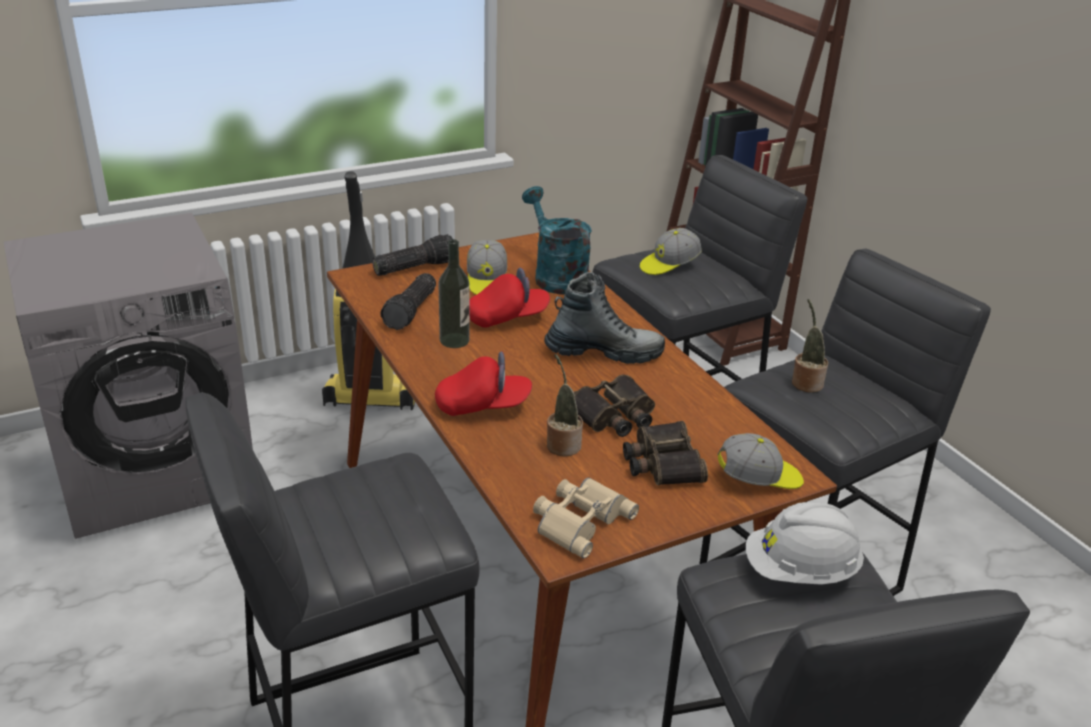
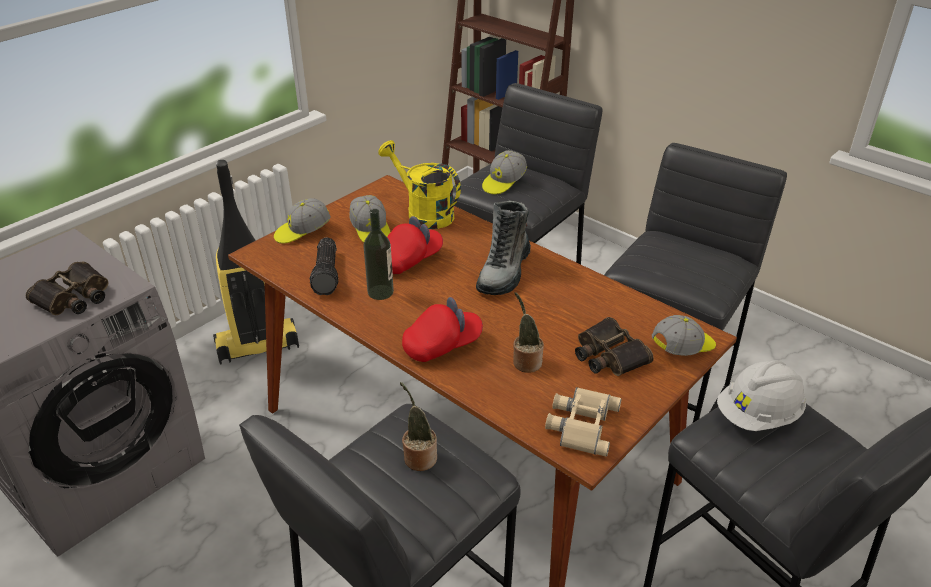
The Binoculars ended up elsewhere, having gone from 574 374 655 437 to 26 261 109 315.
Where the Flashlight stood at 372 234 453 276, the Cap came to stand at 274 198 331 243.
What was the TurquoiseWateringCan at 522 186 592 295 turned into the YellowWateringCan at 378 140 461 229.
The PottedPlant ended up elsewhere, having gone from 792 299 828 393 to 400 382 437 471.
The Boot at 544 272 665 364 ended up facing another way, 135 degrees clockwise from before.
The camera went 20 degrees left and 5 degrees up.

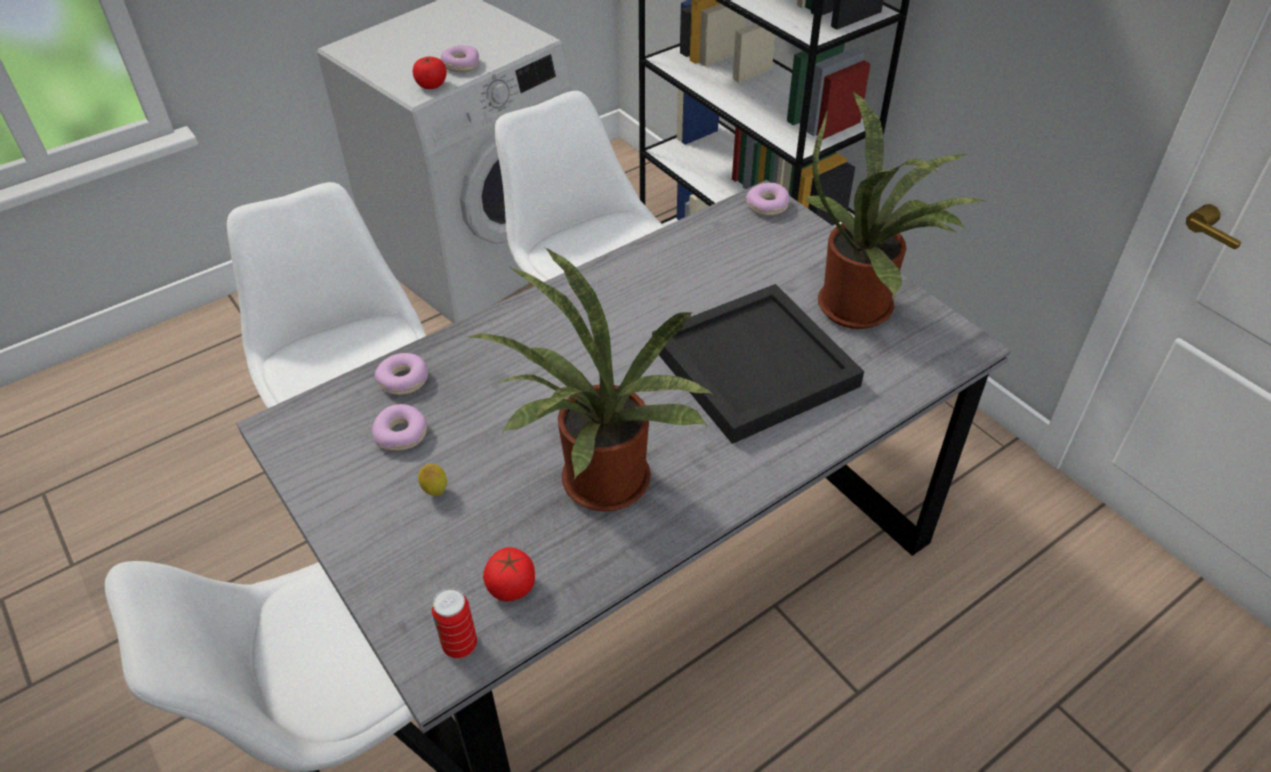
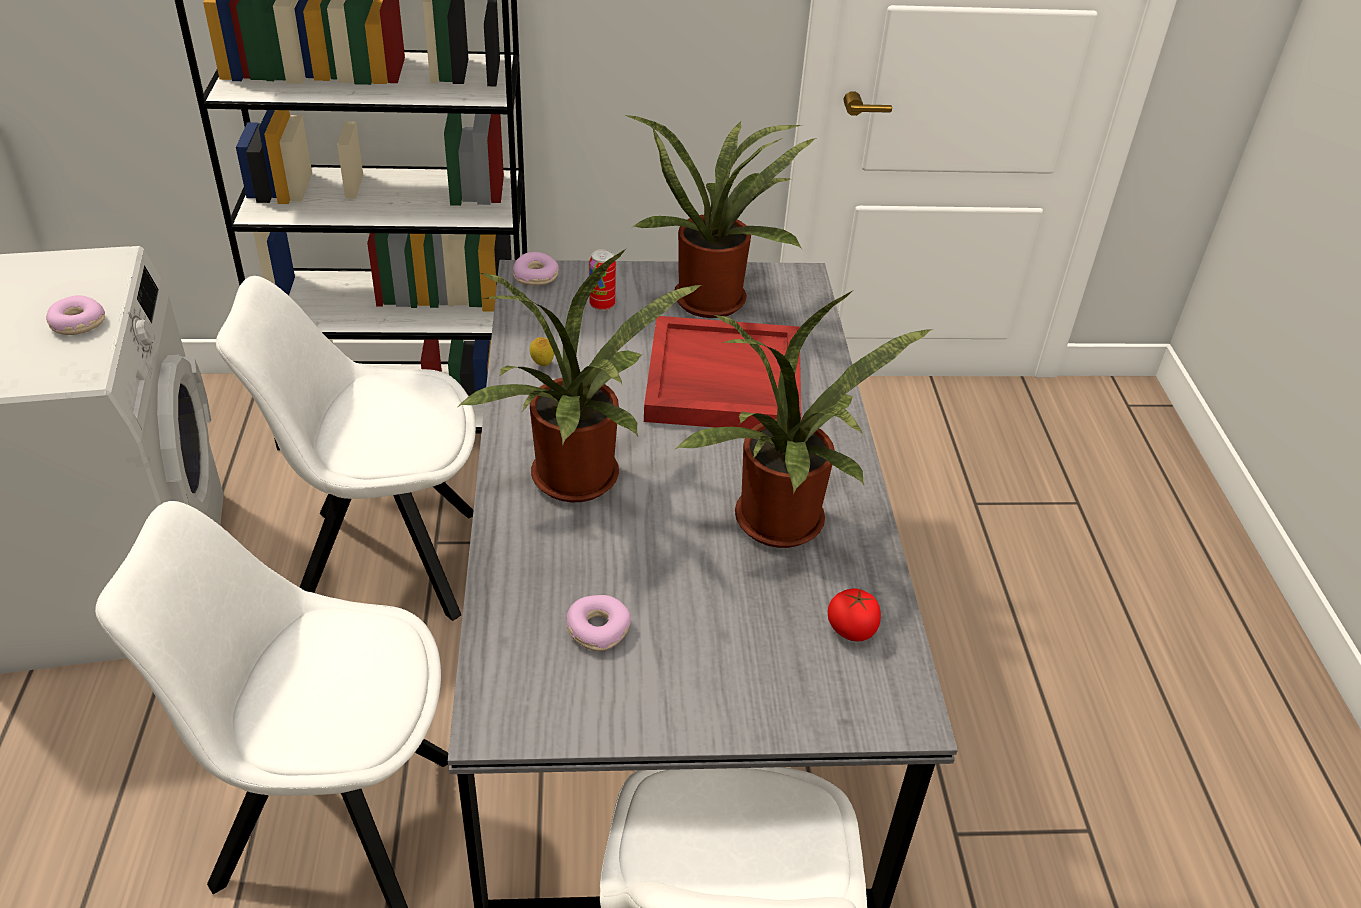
The second view gained the PottedPlant at 458 249 702 503.
The Lemon ended up elsewhere, having gone from 418 464 447 496 to 530 337 554 366.
The Can ended up elsewhere, having gone from 432 588 477 659 to 589 249 616 311.
What was the BlackTray at 652 284 864 444 turned into the RedTray at 644 316 801 429.
The second view lost the Donut at 375 353 428 395.
The second view lost the Tomato at 413 56 447 89.
The camera went 60 degrees left and 5 degrees down.

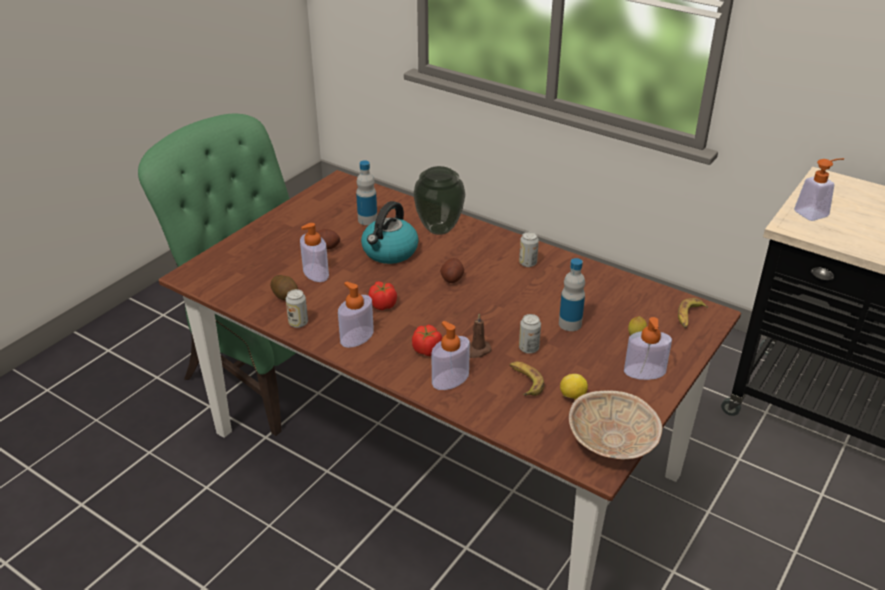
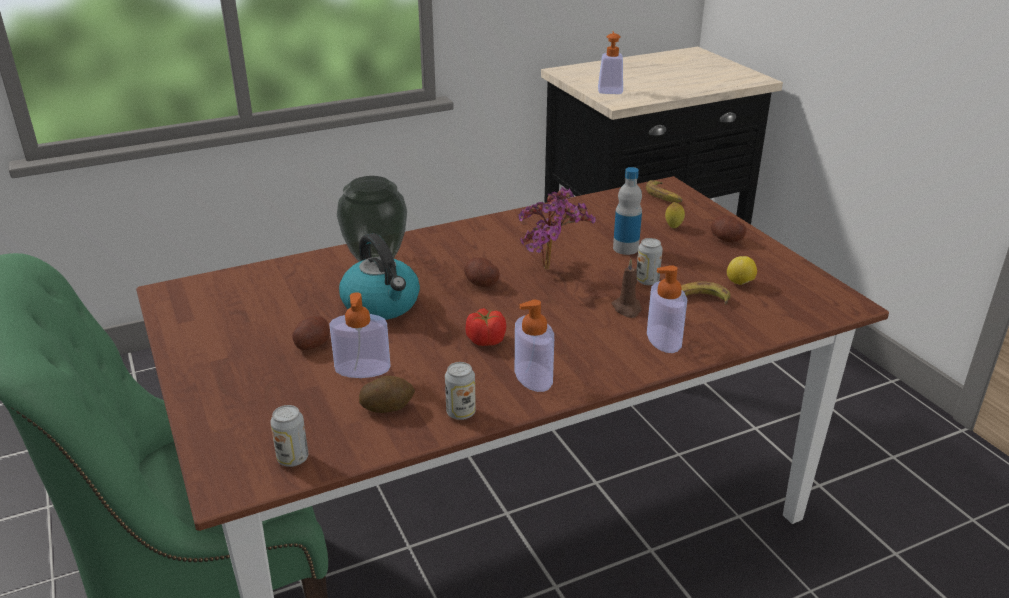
The Can ended up elsewhere, having gone from 519 232 539 267 to 270 405 308 467.
The second view gained the PottedPlant at 519 187 595 270.
Where the SoapDispenser stood at 624 317 672 380, the Potato came to stand at 711 216 746 243.
The second view lost the Bottle at 356 160 377 225.
The second view lost the Tomato at 412 325 442 356.
The second view lost the BeigeBowl at 569 391 662 459.
The camera went 60 degrees left and 5 degrees down.

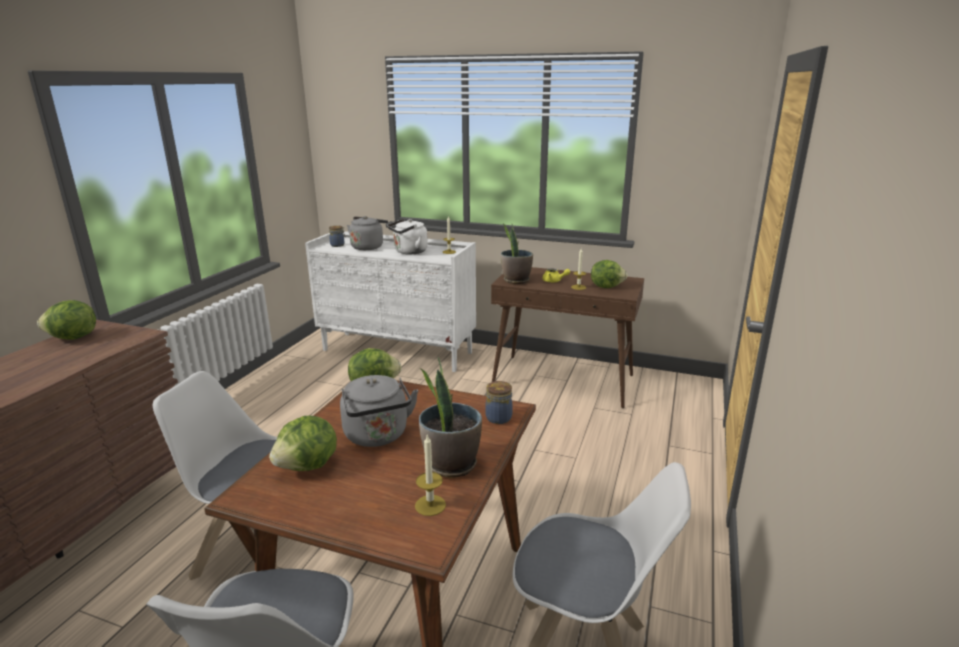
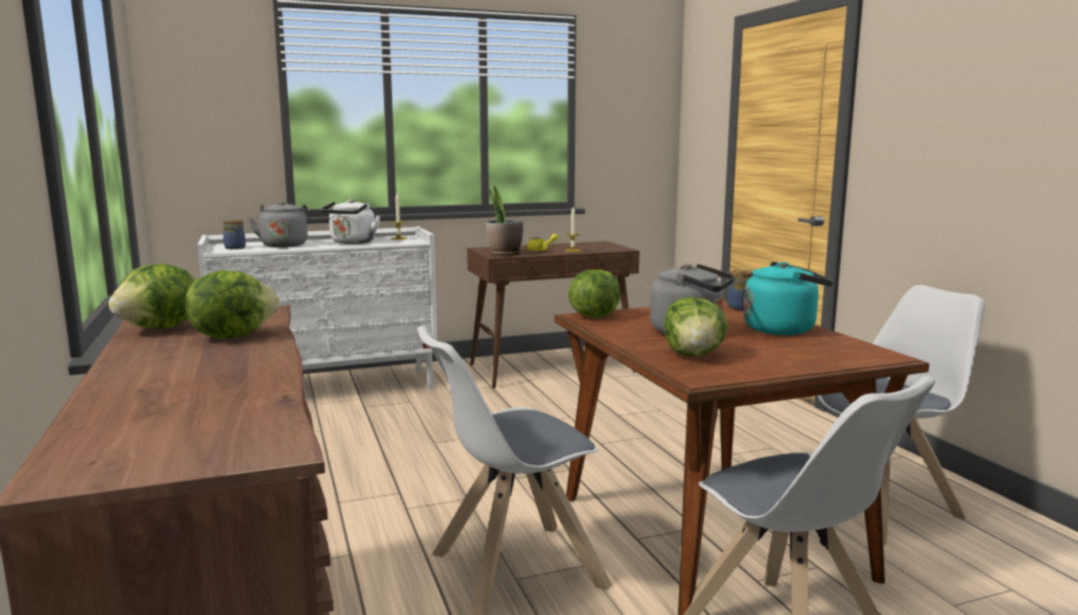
The Lettuce ended up elsewhere, having gone from 591 260 627 288 to 185 270 280 339.
Where the PottedPlant stood at 419 357 482 478, the TurquoiseKettle came to stand at 744 262 833 335.
The second view lost the Candle at 415 435 446 516.
The camera went 40 degrees left and 10 degrees down.

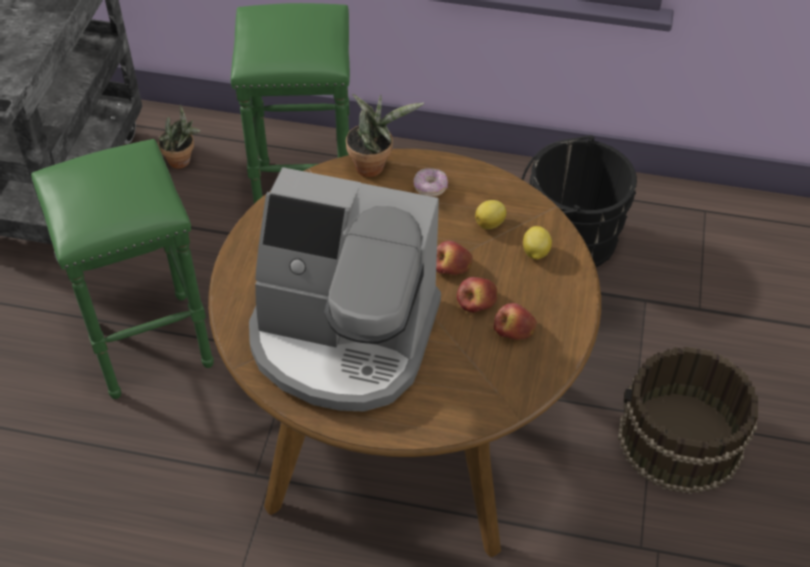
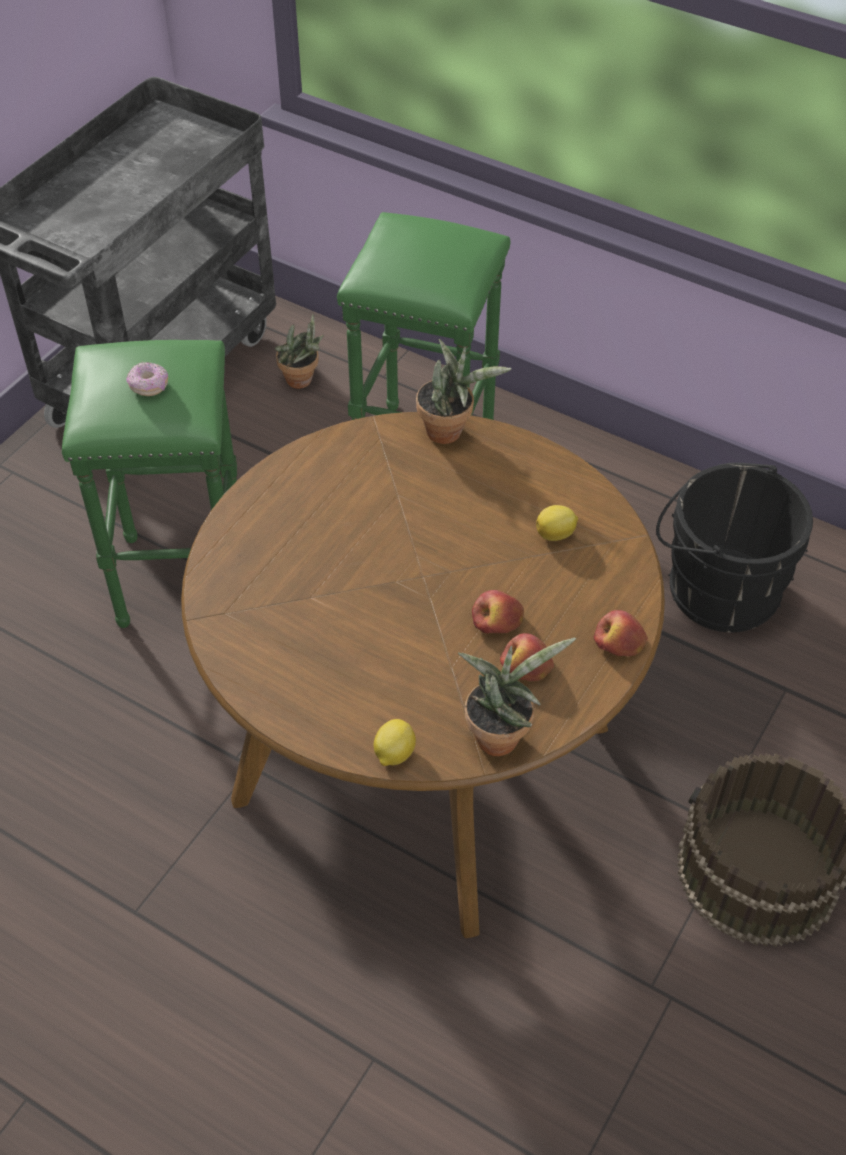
The Donut ended up elsewhere, having gone from 413 168 448 197 to 126 362 168 396.
The Lemon ended up elsewhere, having gone from 523 226 552 260 to 374 719 416 766.
The second view gained the PottedPlant at 458 637 576 756.
The Apple ended up elsewhere, having gone from 436 241 473 275 to 594 610 648 656.
The second view lost the CoffeeMachine at 249 167 441 411.
The camera went 20 degrees right and 0 degrees up.

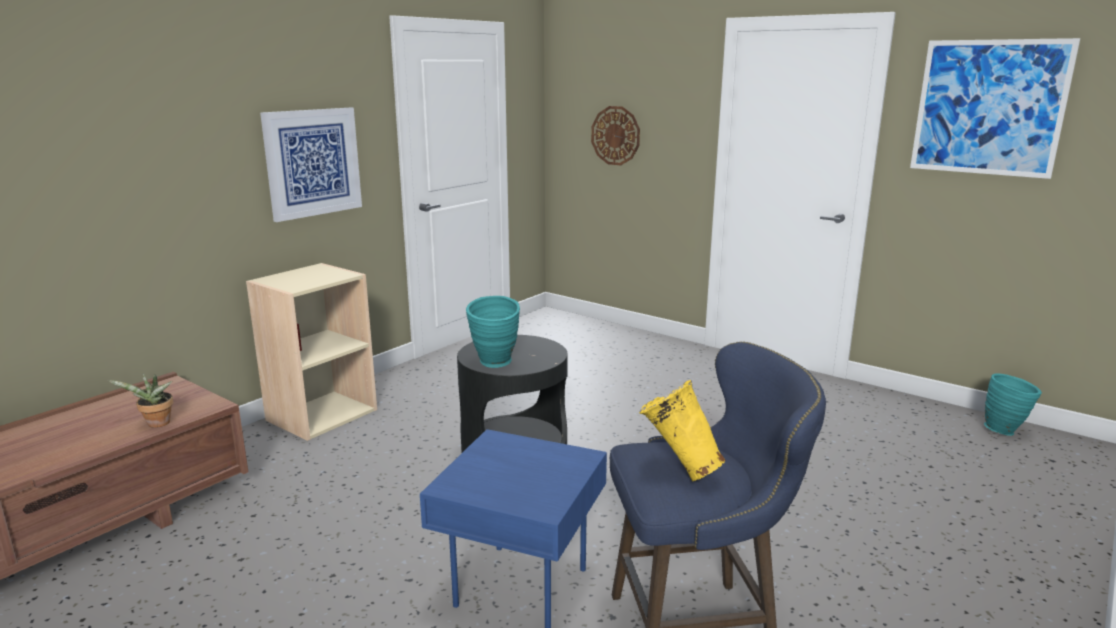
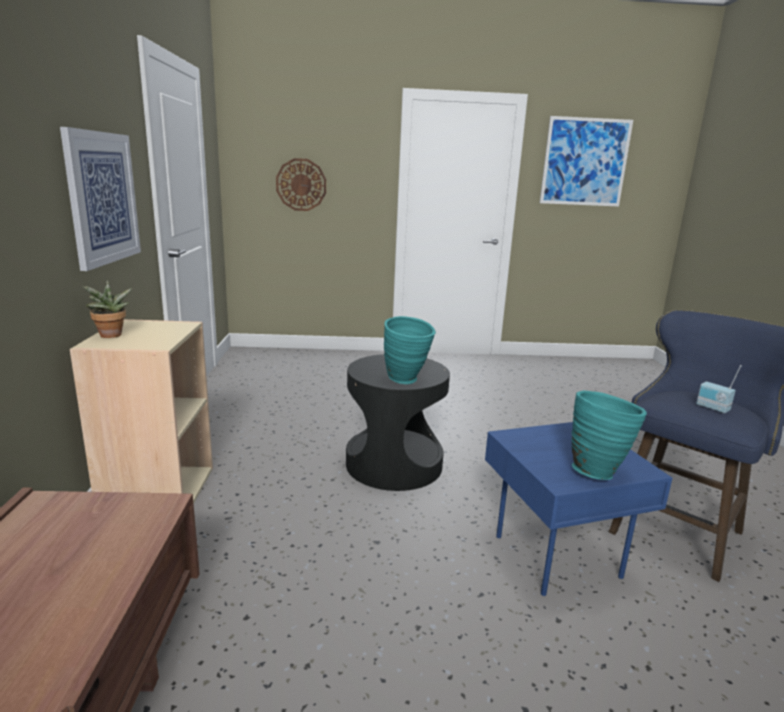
The PottedPlant ended up elsewhere, having gone from 108 373 174 428 to 82 280 132 338.
The TurquoiseVase ended up elsewhere, having gone from 984 373 1042 436 to 571 391 647 480.
Where the YellowVase stood at 639 380 725 481, the Radio came to stand at 696 365 742 413.
The camera went 40 degrees left and 0 degrees up.

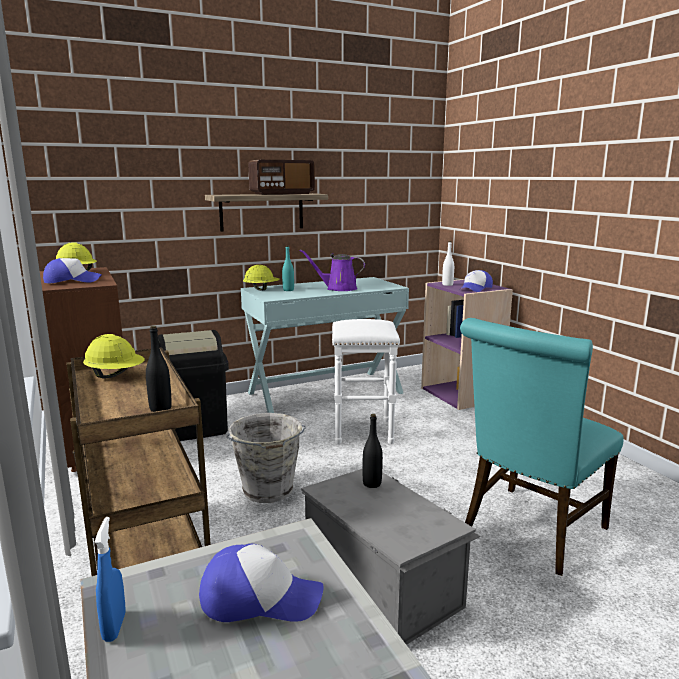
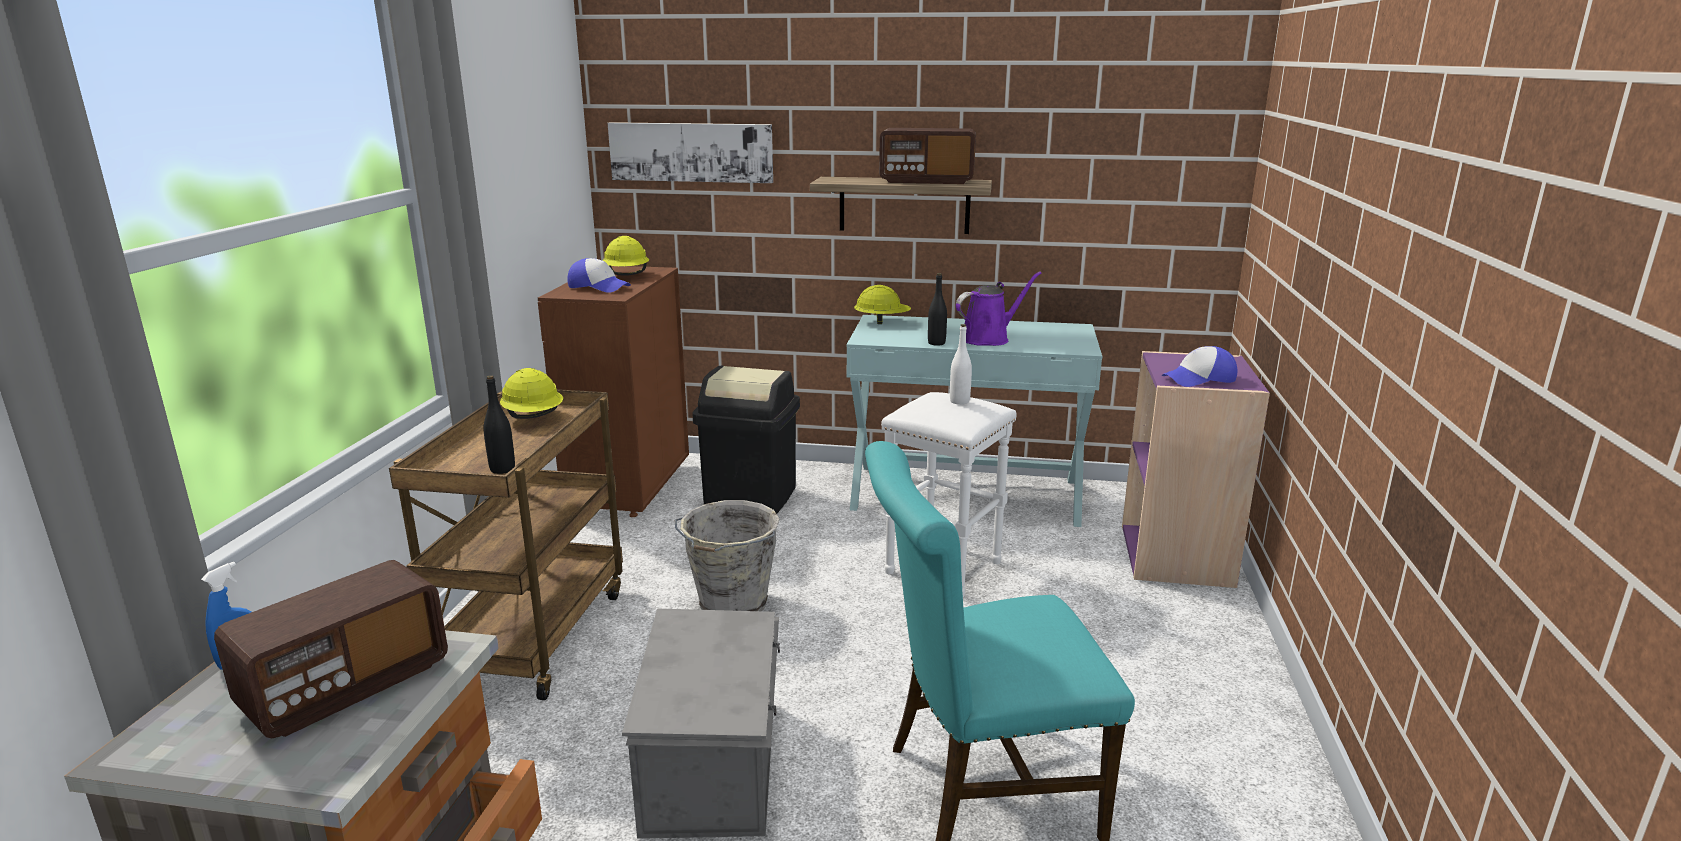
Where the Cap stood at 199 544 323 622, the Radio came to stand at 214 560 448 738.
The second view gained the Picture at 608 122 773 183.
The BlackBottle ended up elsewhere, having gone from 363 414 383 488 to 928 273 947 346.
The WhiteBottle ended up elsewhere, having gone from 442 241 454 286 to 950 324 972 405.
The PurpleWateringCan at 299 249 365 291 ended up facing another way, 105 degrees clockwise from before.
The second view lost the TurquoiseBottle at 282 246 294 291.
The camera went 35 degrees right and 5 degrees up.

